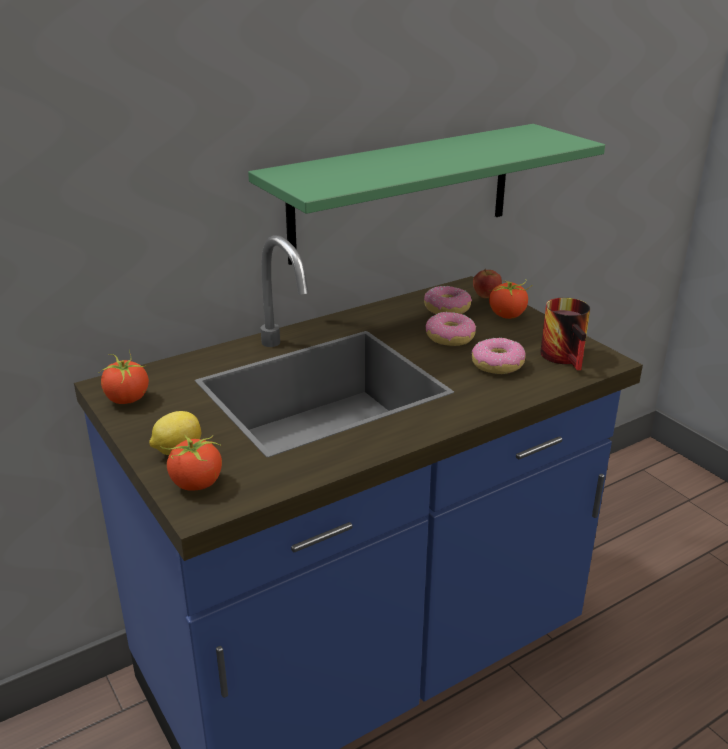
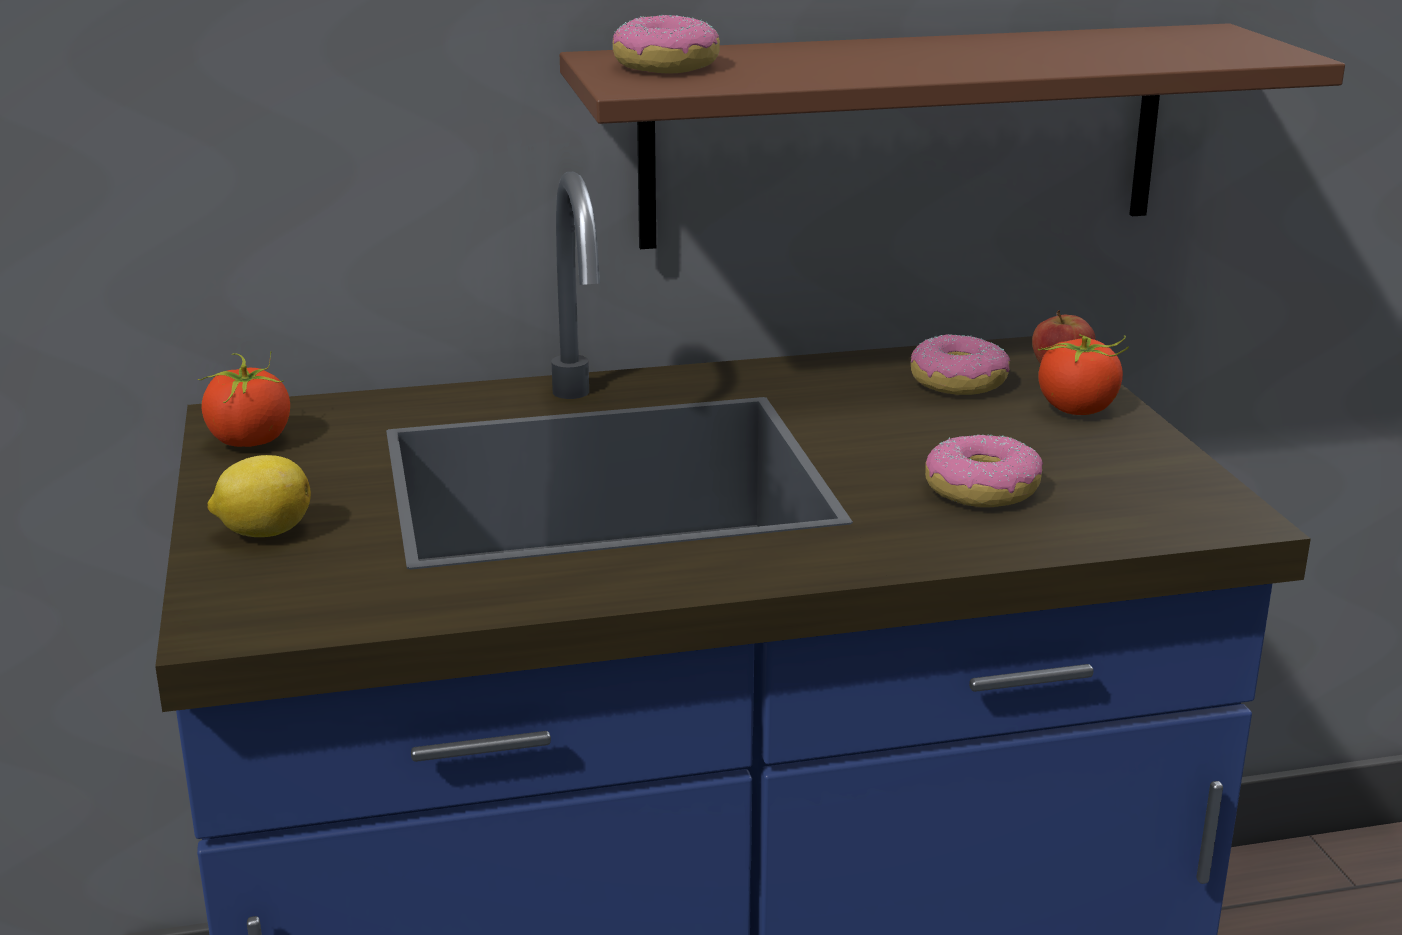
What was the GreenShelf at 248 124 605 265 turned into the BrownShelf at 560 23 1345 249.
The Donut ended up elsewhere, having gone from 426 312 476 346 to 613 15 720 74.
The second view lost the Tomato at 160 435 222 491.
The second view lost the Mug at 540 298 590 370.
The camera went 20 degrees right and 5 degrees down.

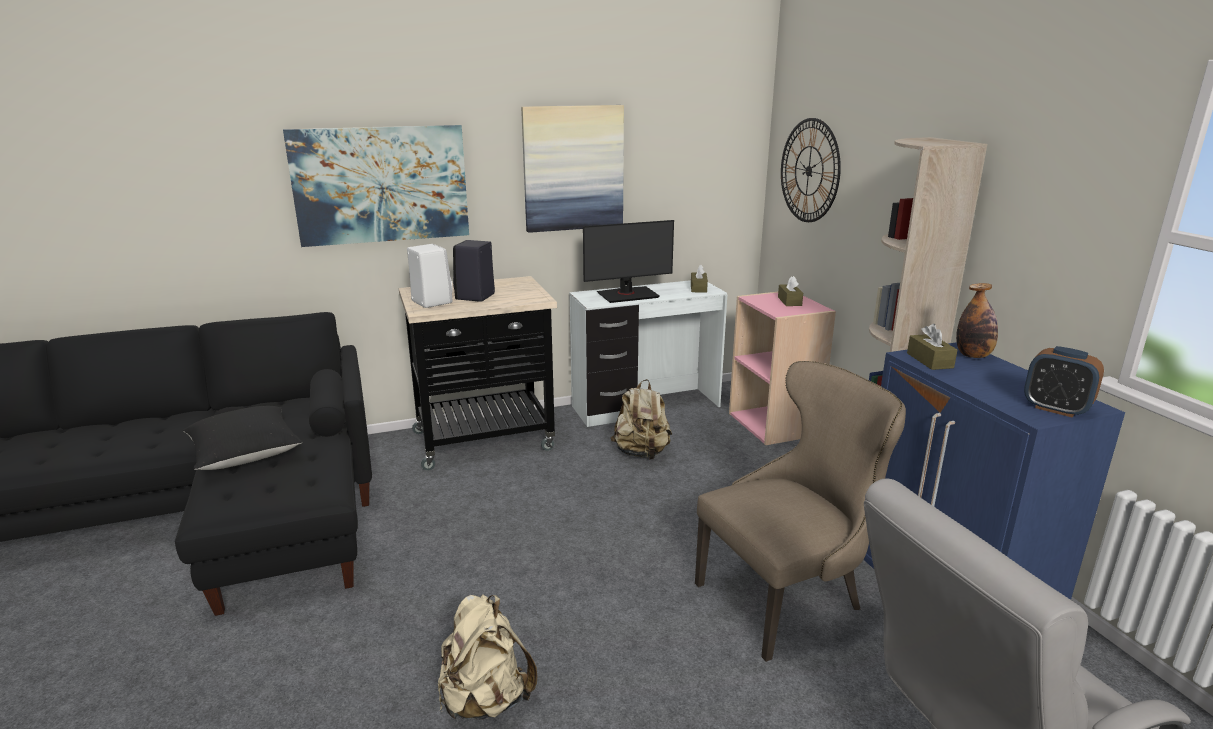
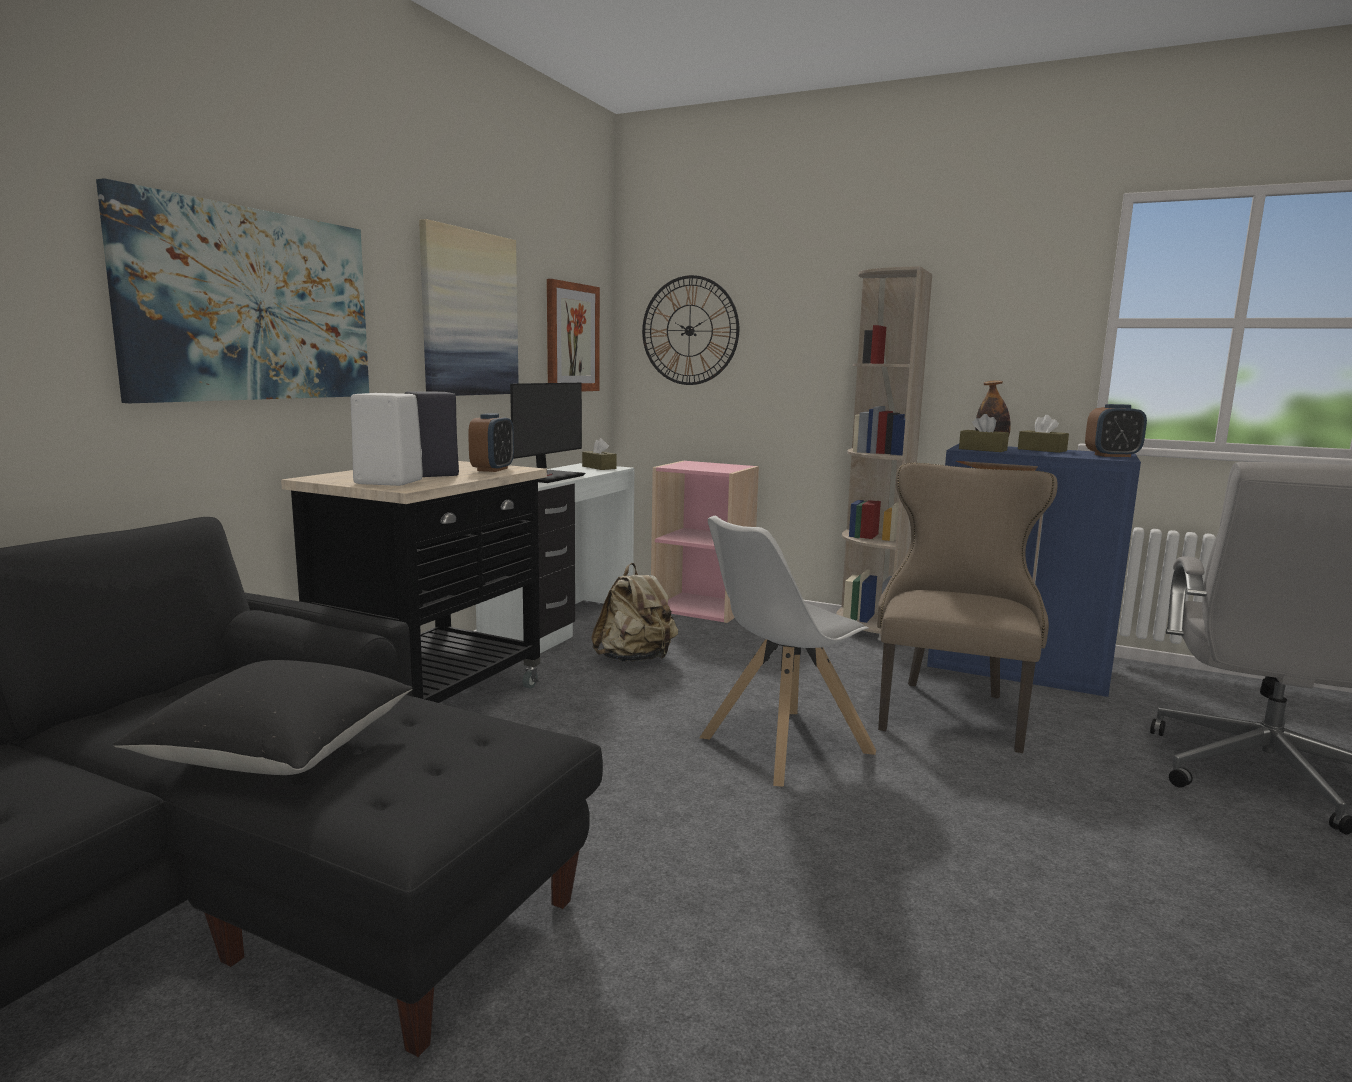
The second view gained the AlarmClock at 468 413 514 472.
The second view gained the Picture at 547 279 600 391.
The second view gained the Chair at 699 516 876 787.
The BrownTissueBox ended up elsewhere, having gone from 778 276 803 306 to 1018 415 1069 453.
The second view lost the BeigeBackpack at 438 595 537 720.
The camera went 45 degrees left and 10 degrees down.

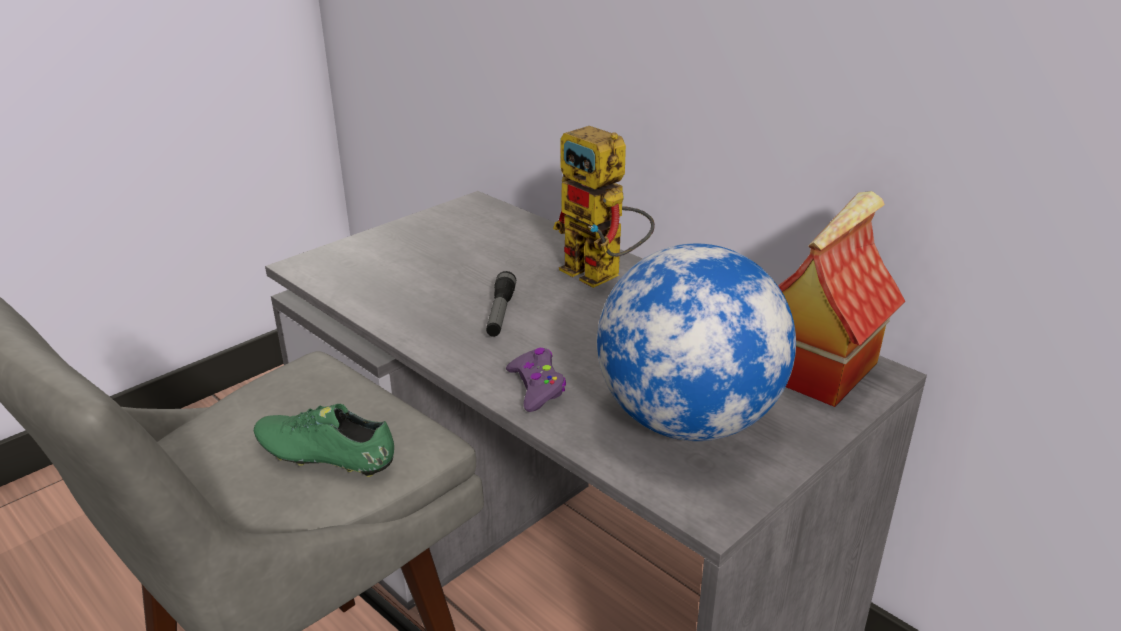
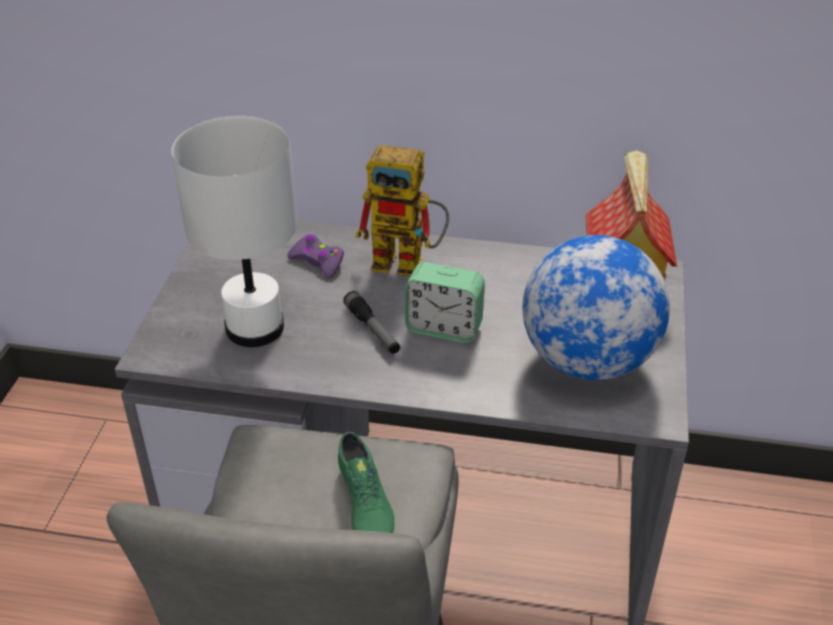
The second view gained the WhiteTableLamp at 171 115 297 347.
The PurpleGameController ended up elsewhere, having gone from 506 348 566 412 to 287 234 344 279.
The GreenShoe at 254 404 394 477 ended up facing another way, 90 degrees counterclockwise from before.
The second view gained the AlarmClock at 405 262 485 343.
The camera went 35 degrees left and 10 degrees up.

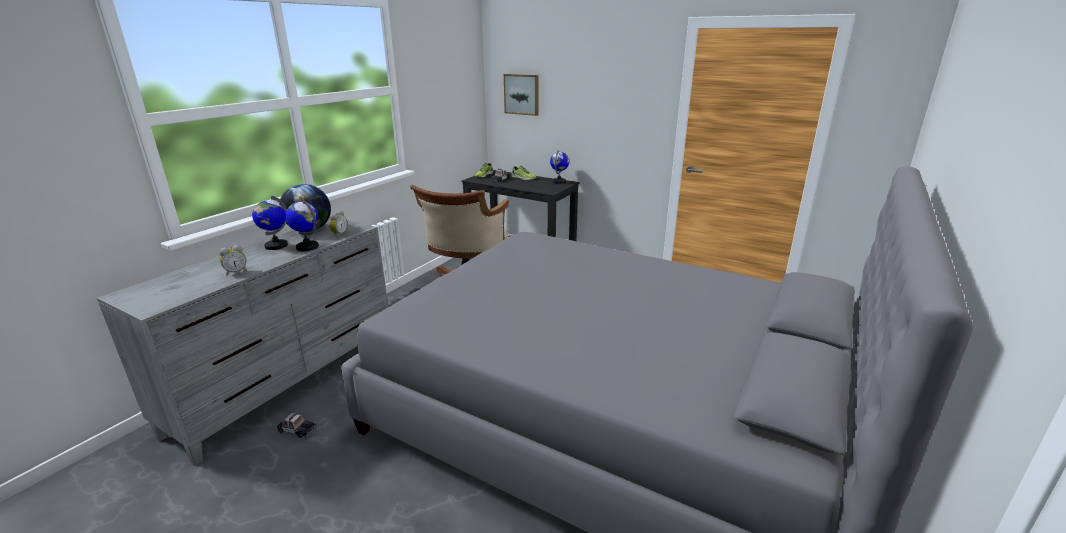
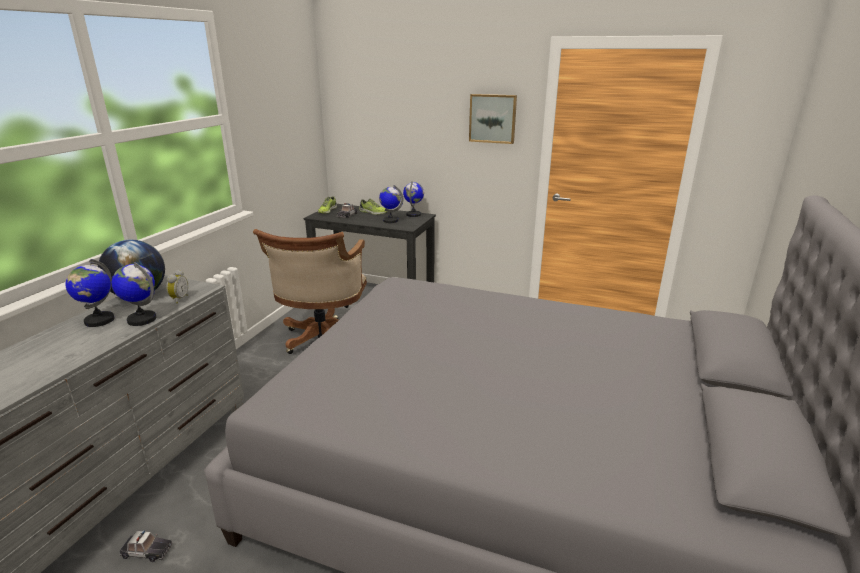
The second view gained the Globe at 379 185 403 223.
The Picture ended up elsewhere, having gone from 504 74 539 116 to 469 94 517 144.
The second view lost the AlarmClock at 219 245 247 276.
The camera went 10 degrees left and 0 degrees up.

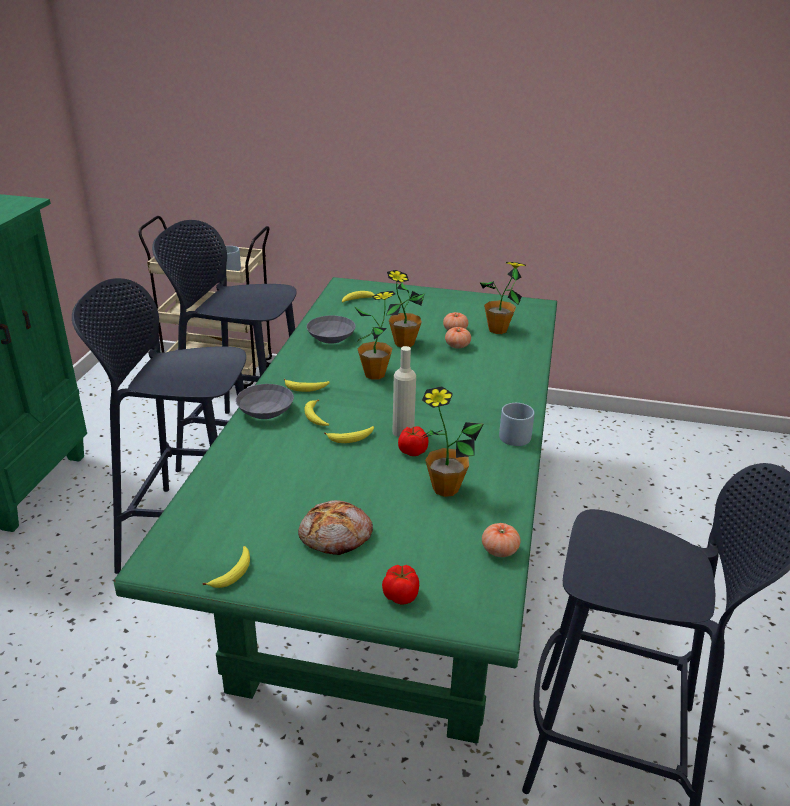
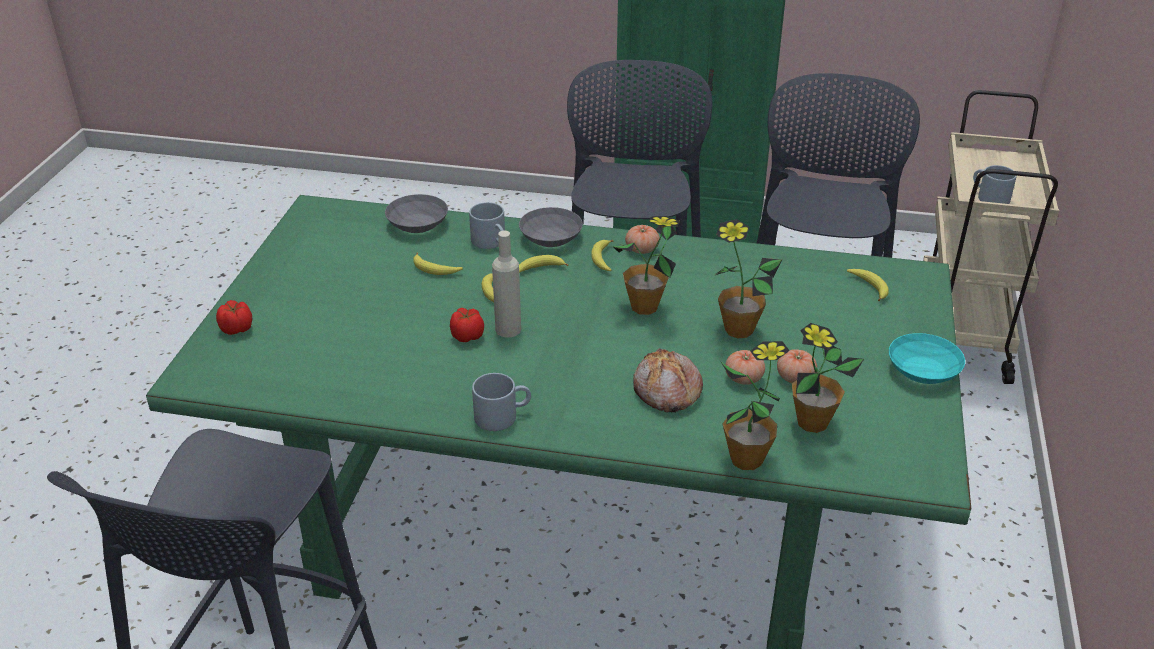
The GreyBowl ended up elsewhere, having gone from 307 316 356 344 to 385 194 448 233.
The Banana ended up elsewhere, having gone from 203 546 250 588 to 413 252 463 275.
The second view gained the GreyMug at 469 202 505 249.
The Tomato ended up elsewhere, having gone from 482 523 520 557 to 625 225 660 254.
The Bread ended up elsewhere, having gone from 298 500 373 555 to 633 348 703 412.
The PottedPlant ended up elsewhere, having gone from 420 386 483 497 to 720 341 790 470.
The second view gained the TurquoiseBowl at 889 333 965 384.
The camera went 90 degrees right and 5 degrees up.

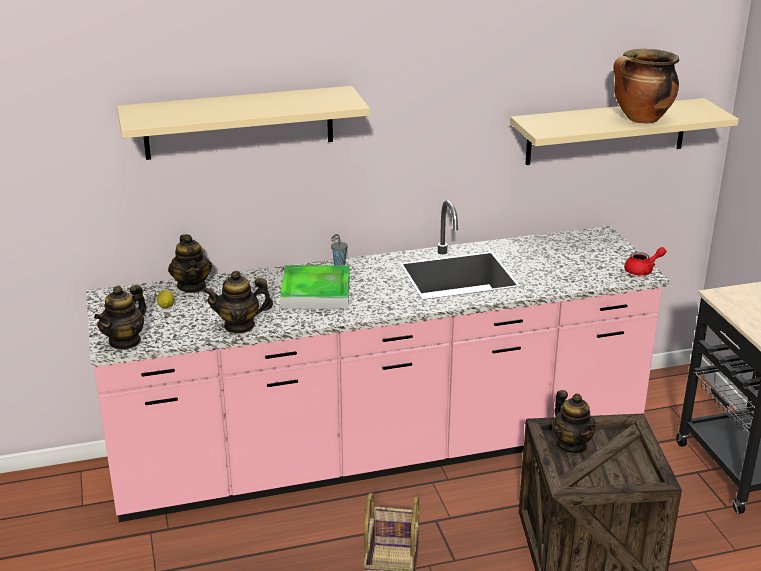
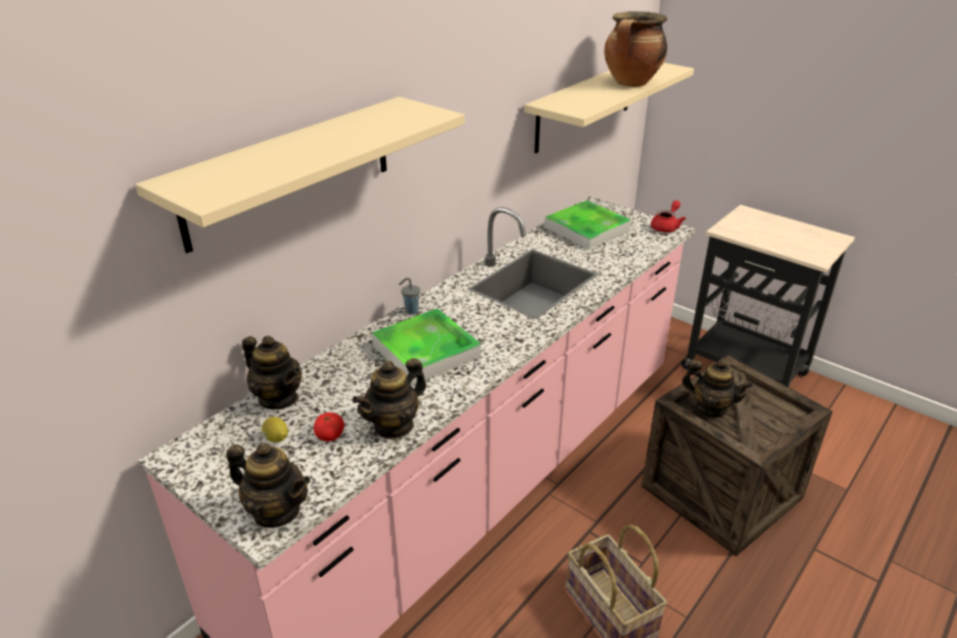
The Teapot at 94 285 147 350 ended up facing another way, 60 degrees counterclockwise from before.
The second view gained the Tomato at 314 412 344 441.
The second view gained the Tray at 544 200 632 249.
The camera went 35 degrees left and 5 degrees up.

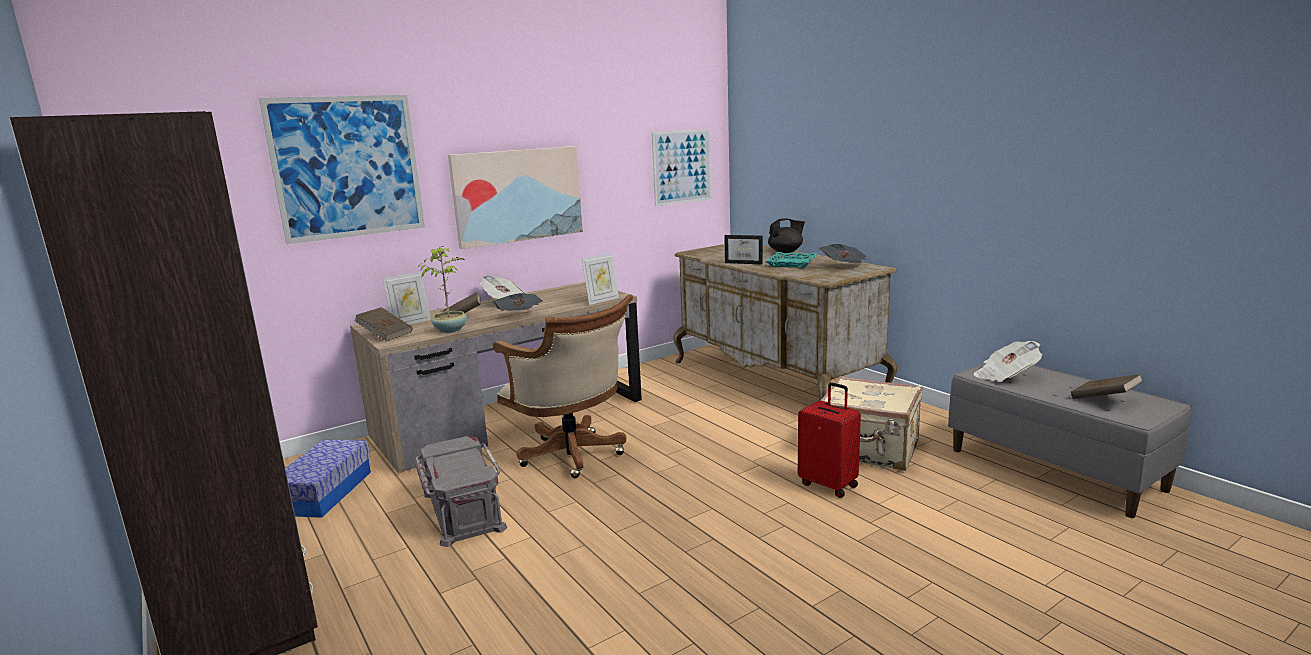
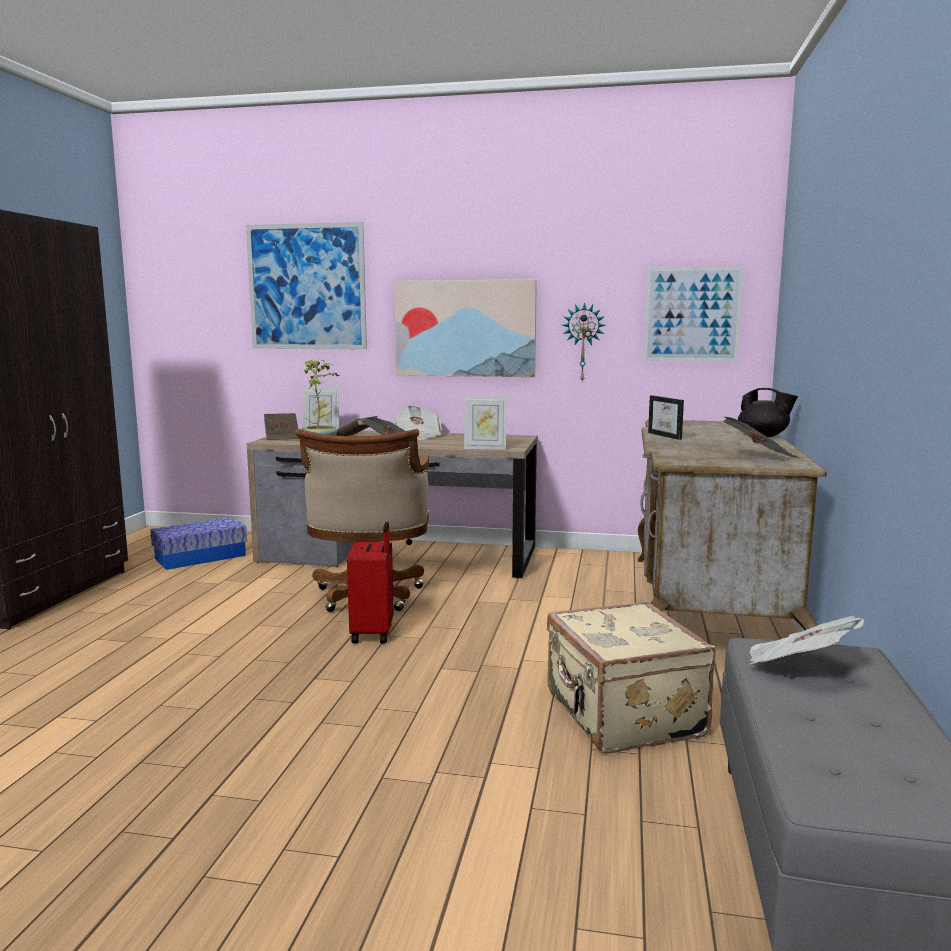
The RedSuitcase ended up elsewhere, having gone from 798 382 861 498 to 347 522 394 644.
The second view gained the WallClock at 562 302 606 381.
The second view lost the GreyStorageBox at 416 436 507 547.
The second view lost the TurquoiseTray at 766 252 817 268.
The second view lost the BrownBook at 1071 374 1143 399.
The camera went 45 degrees right and 5 degrees down.

